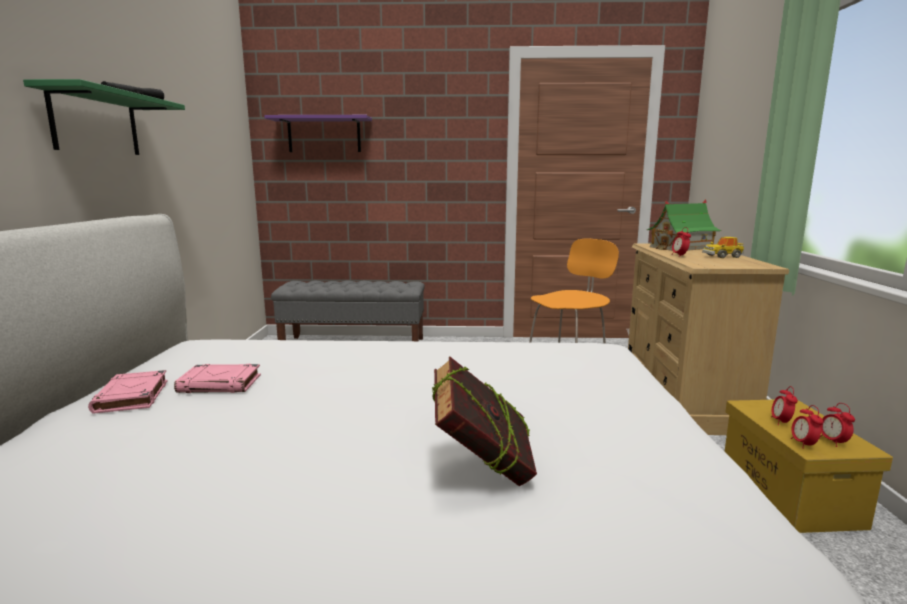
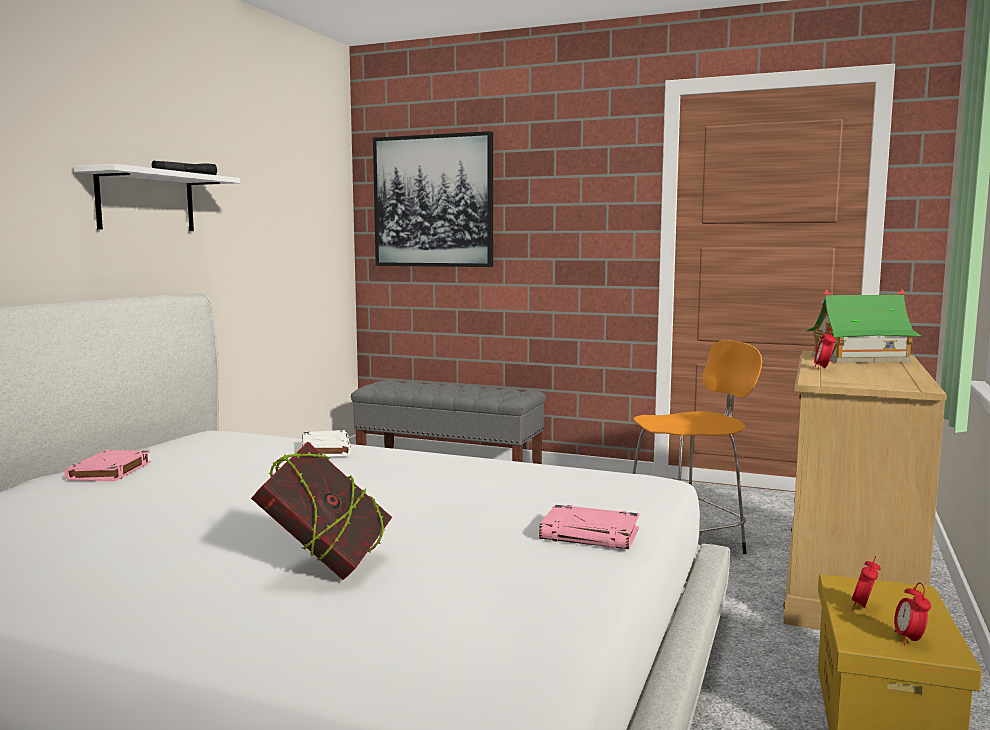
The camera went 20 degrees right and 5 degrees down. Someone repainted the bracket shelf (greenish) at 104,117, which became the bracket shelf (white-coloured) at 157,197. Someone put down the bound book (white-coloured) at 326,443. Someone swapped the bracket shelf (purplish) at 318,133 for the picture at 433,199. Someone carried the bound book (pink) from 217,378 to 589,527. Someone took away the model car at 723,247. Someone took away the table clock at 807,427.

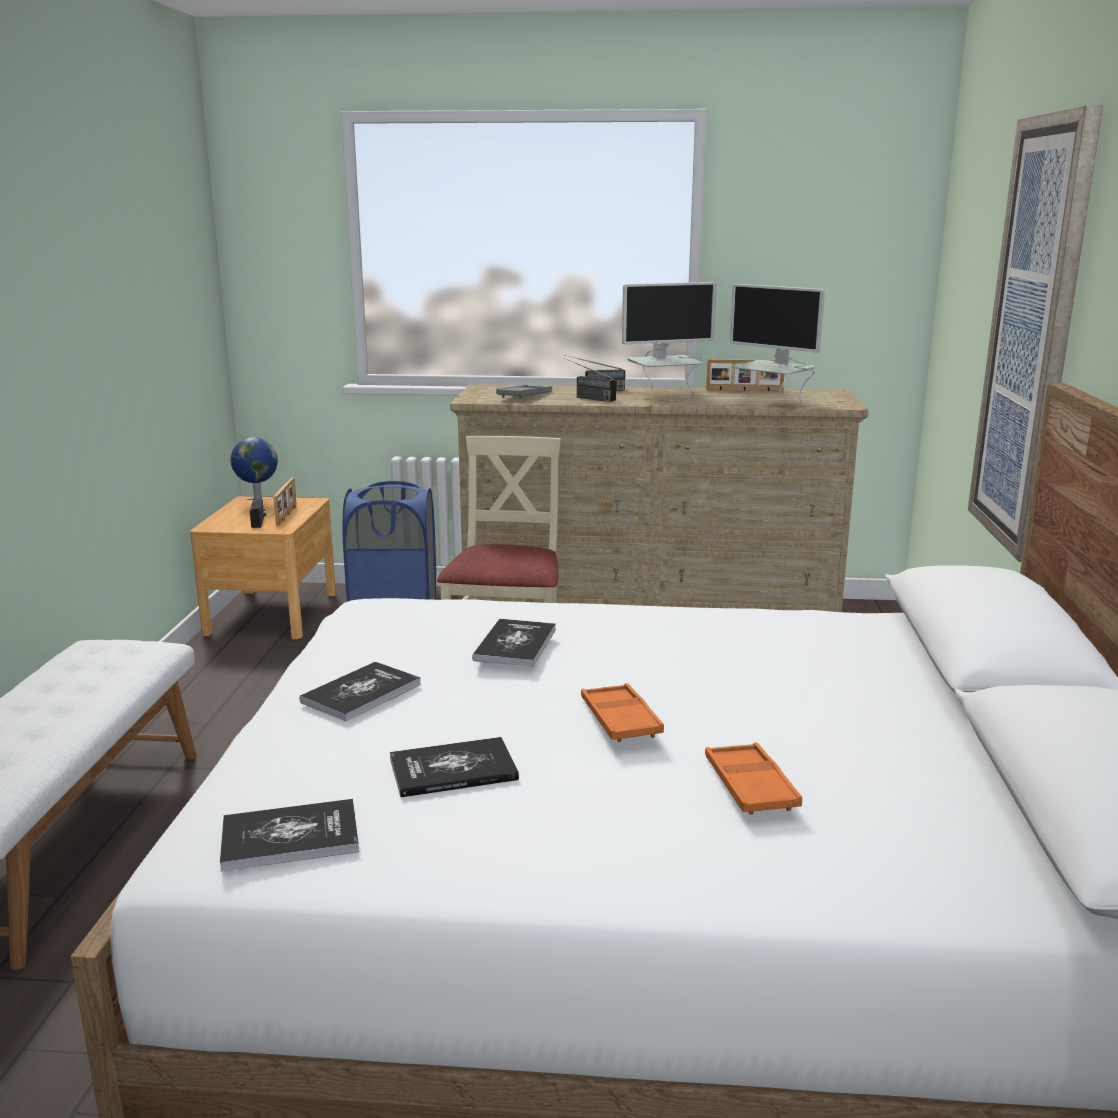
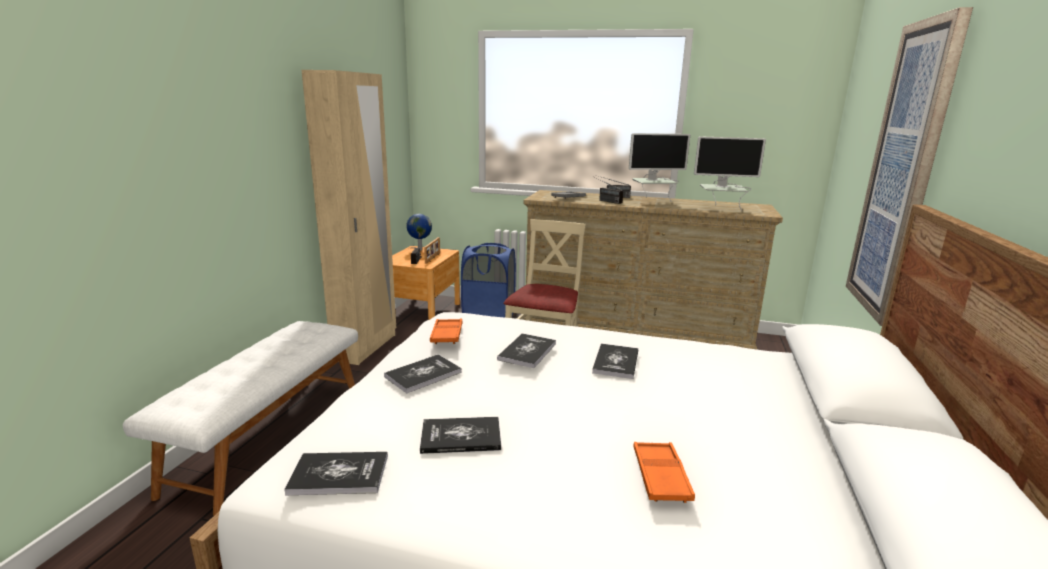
The camera went 10 degrees right and 0 degrees up. Someone put down the wardrobe (beige) at 348,217. Someone carried the tray (orange-coloured) from 622,712 to 446,331. Someone put down the bound book at 615,361. Someone rotated the computer display at 777,345 by 45 degrees counterclockwise. Someone took away the picture frame at 745,375.

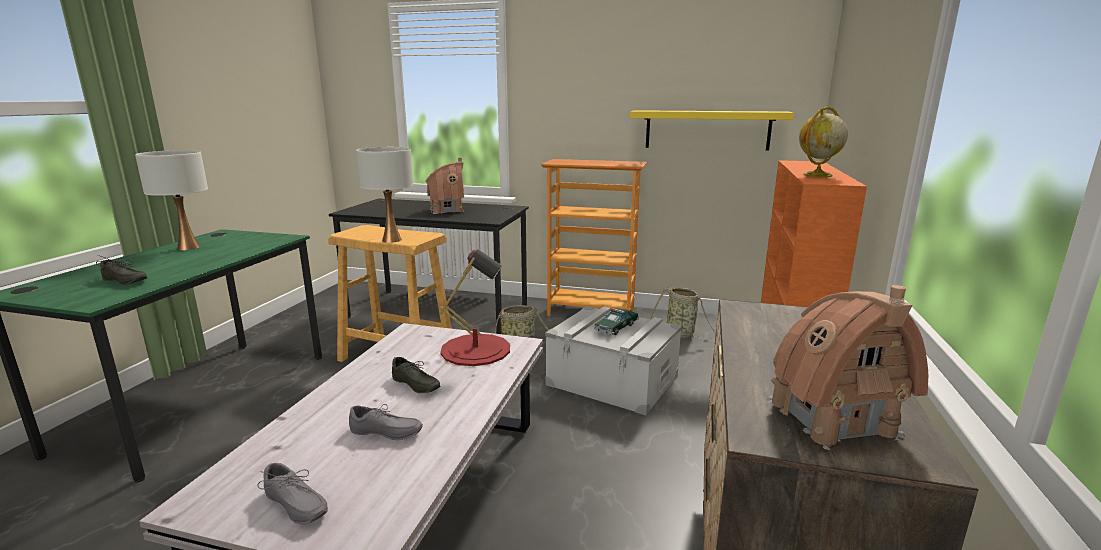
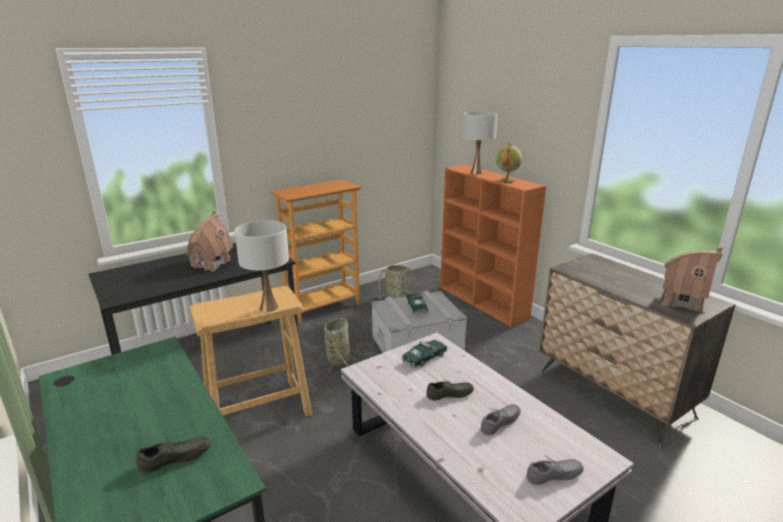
The camera went 50 degrees left and 5 degrees up. Someone swapped the lamp for a table (red-coloured) at 475,307 for the model car at 424,353. Someone carried the lamp for a table (white-coloured) from 171,200 to 480,142. Someone took away the bracket shelf (yellow) at 711,130.

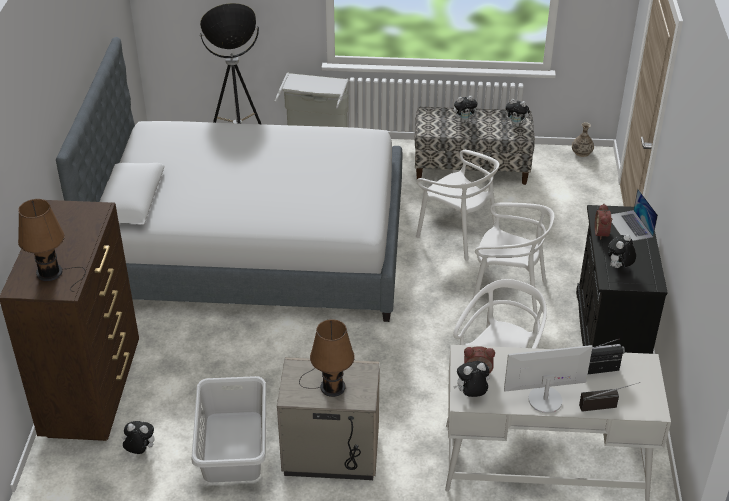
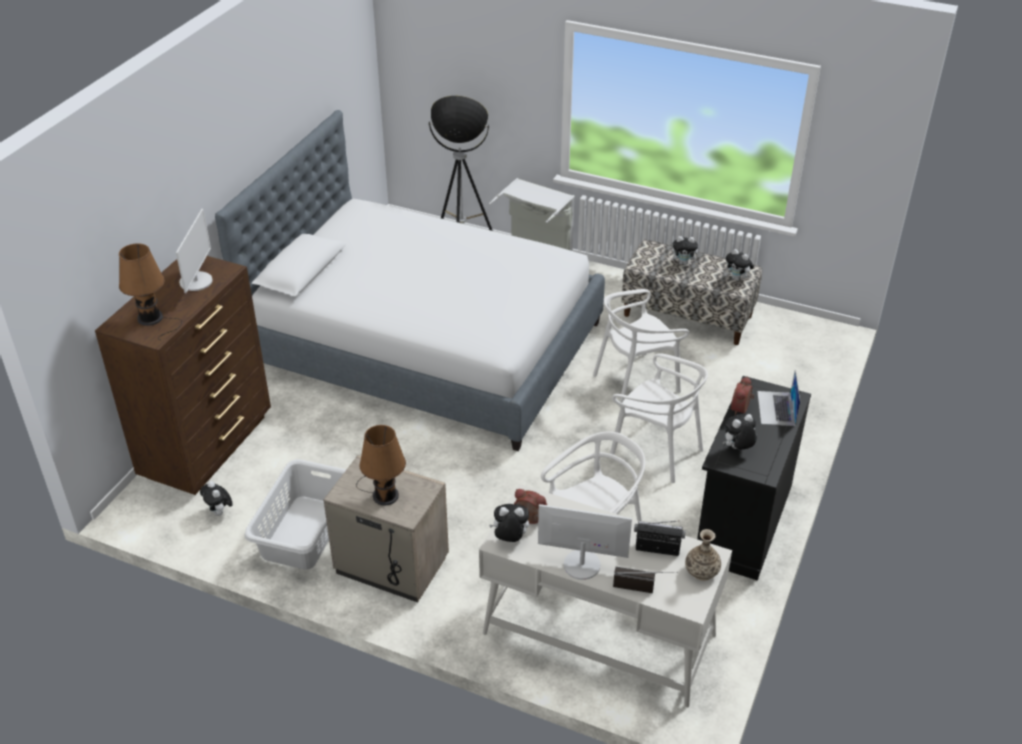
The camera went 20 degrees right and 0 degrees up. Someone put down the computer display at 194,251. Someone rotated the soft toy at 138,437 by 150 degrees counterclockwise. Someone rotated the chair (white-coloured) at 457,205 by 90 degrees clockwise. Someone carried the vase from 583,139 to 703,555.

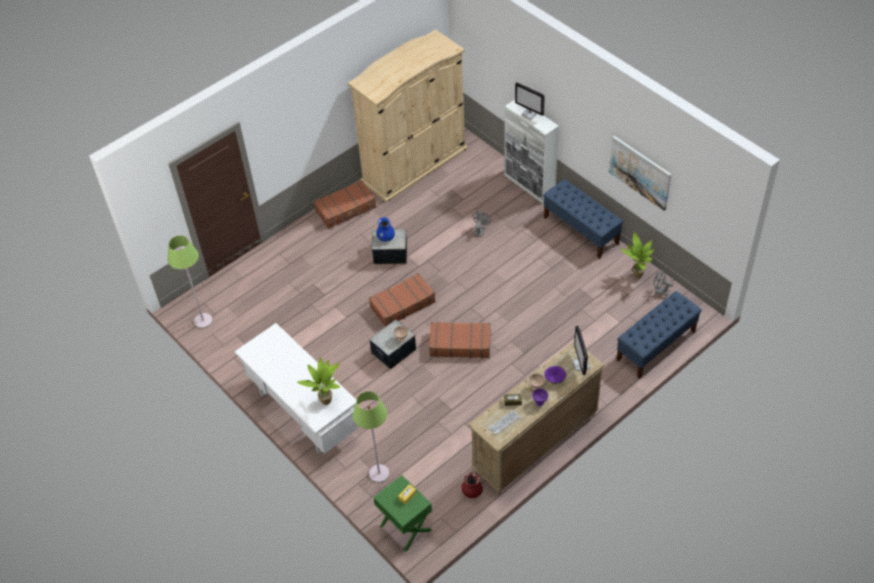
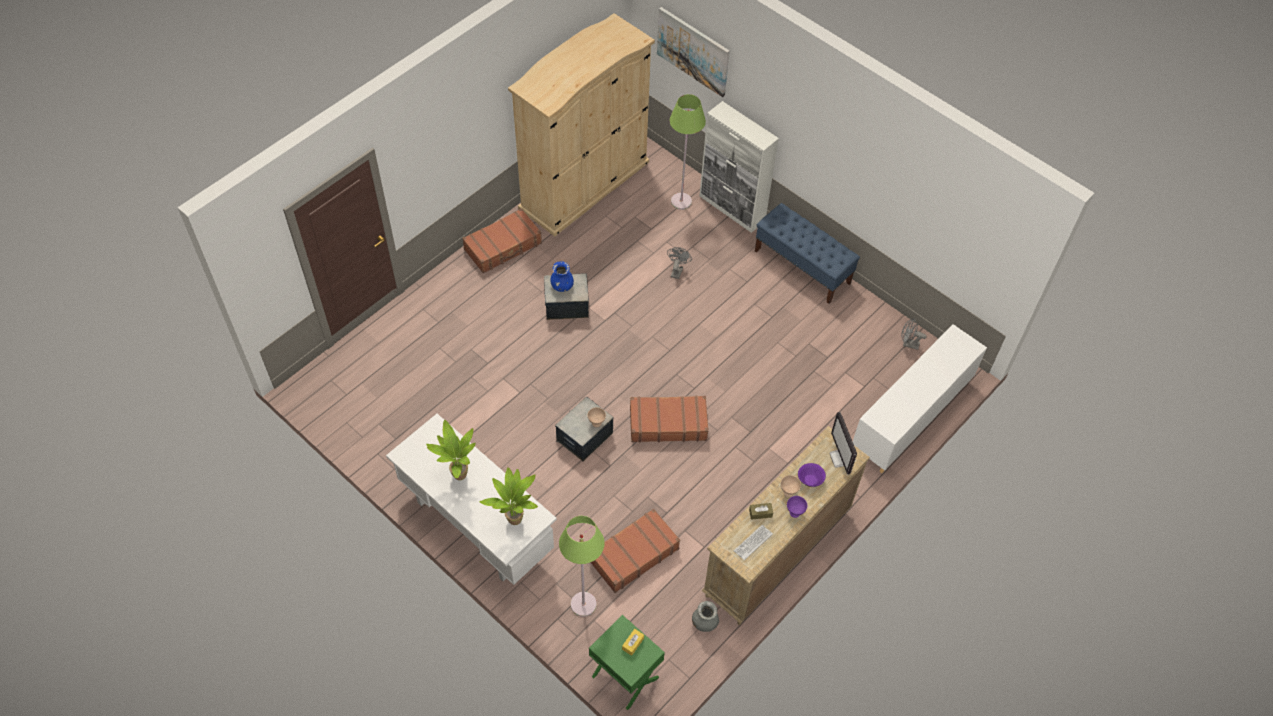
The camera went 10 degrees left and 5 degrees up. Someone carried the potted plant from 637,255 to 451,450. Someone carried the piece of luggage (brown-coloured) from 402,300 to 635,550. Someone carried the picture from 640,173 to 693,52. Someone carried the standard lamp (greenish) from 190,281 to 688,152. Someone repainted the vase (red-coloured) at 472,485, which became the vase (greyish) at 705,616. Someone swapped the bench (blue) at 659,335 for the storage cabinet (white-coloured) at 920,398. Someone took away the computer display at 530,101.

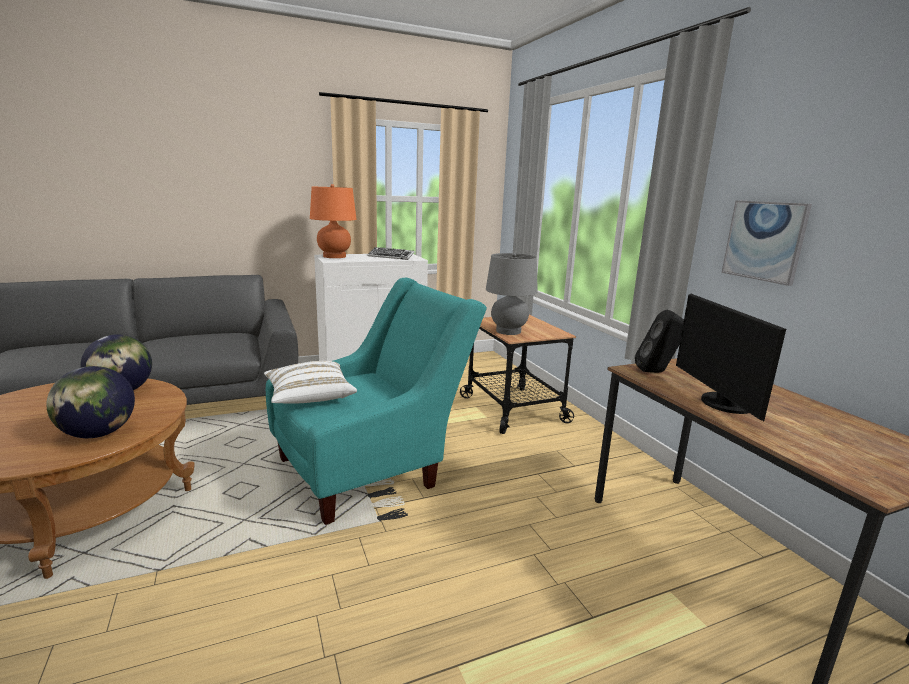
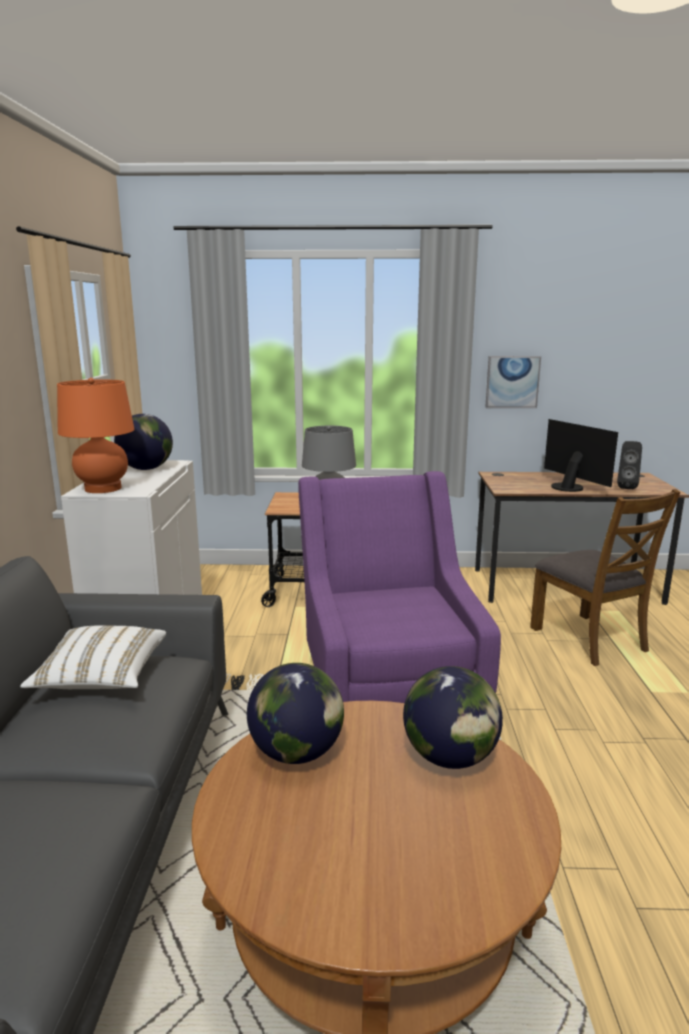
The camera went 65 degrees left and 0 degrees up. Someone carried the throw pillow (white-coloured) from 310,382 to 93,657. Someone swapped the PC keyboard at 391,253 for the globe at 143,442. Someone repainted the armchair (turquoise-coloured) at 376,401, which became the armchair (purplish) at 399,587. Someone put down the chair (brown-coloured) at 605,577. Someone rotated the computer display at 731,357 by 135 degrees counterclockwise. Someone carried the speaker (blackish) from 659,341 to 629,465.

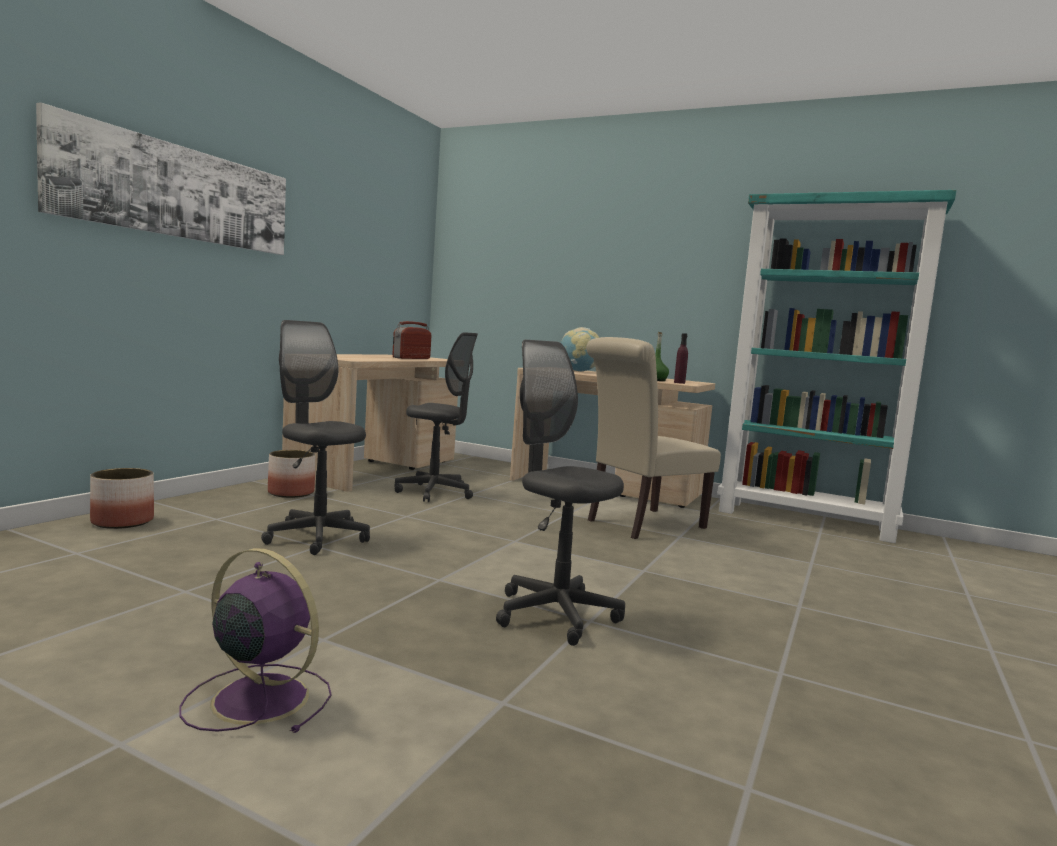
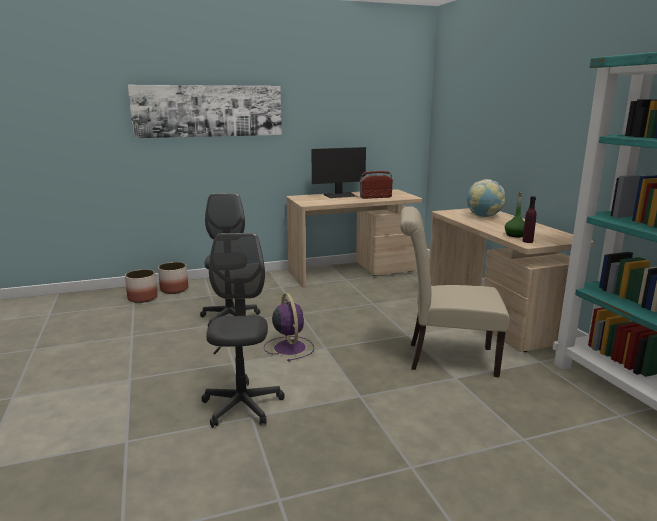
The camera went 45 degrees right and 10 degrees up. Someone carried the plant pot from 291,474 to 141,286. Someone carried the fan (purplish) from 256,640 to 289,327. Someone put down the computer display at 338,172. Someone took away the computer chair (greyish) at 436,417.

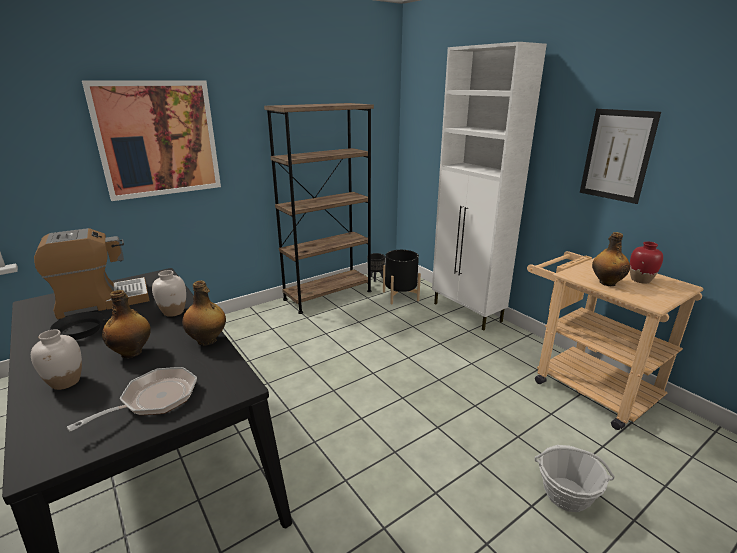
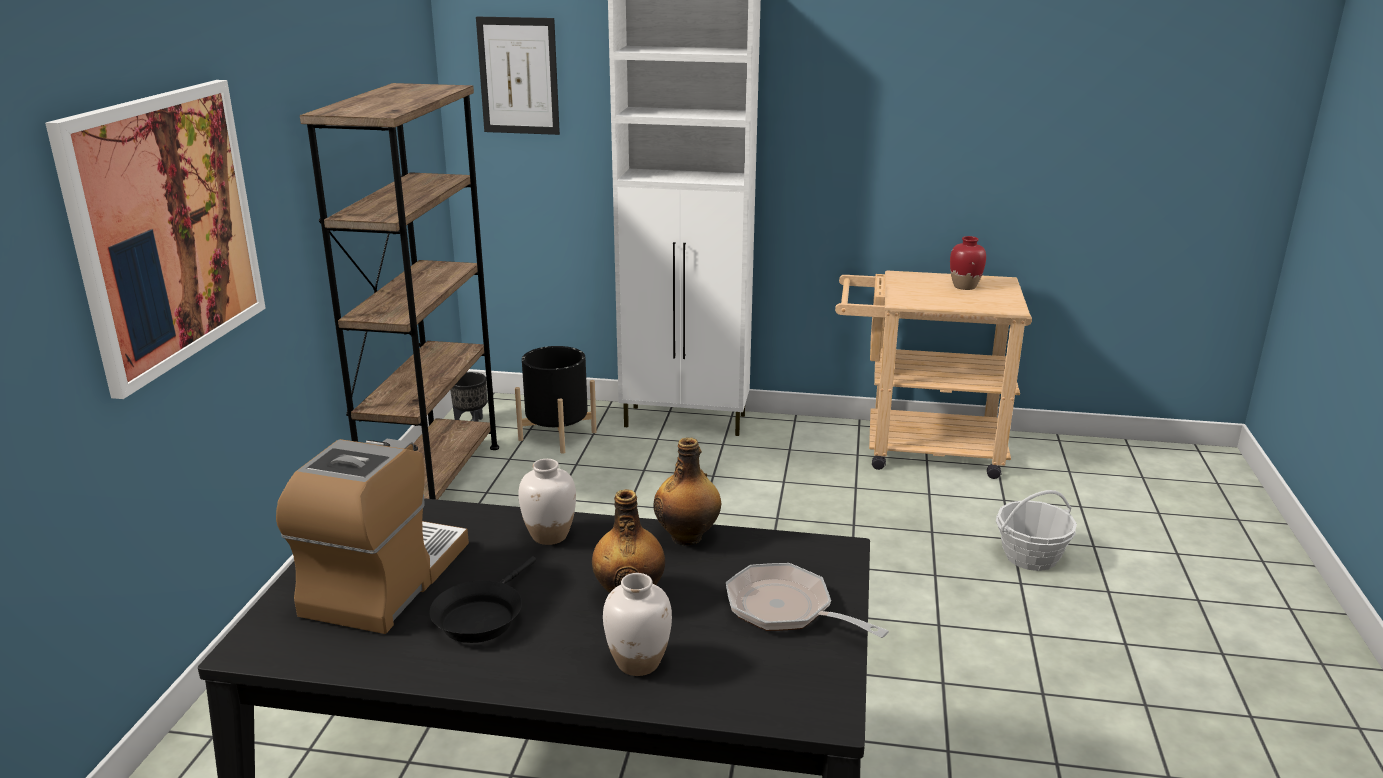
The camera went 45 degrees left and 0 degrees up. Someone carried the picture from 620,156 to 518,76. Someone rotated the frying pan at 132,399 by 45 degrees counterclockwise. Someone took away the beverage bottle at 611,259.

